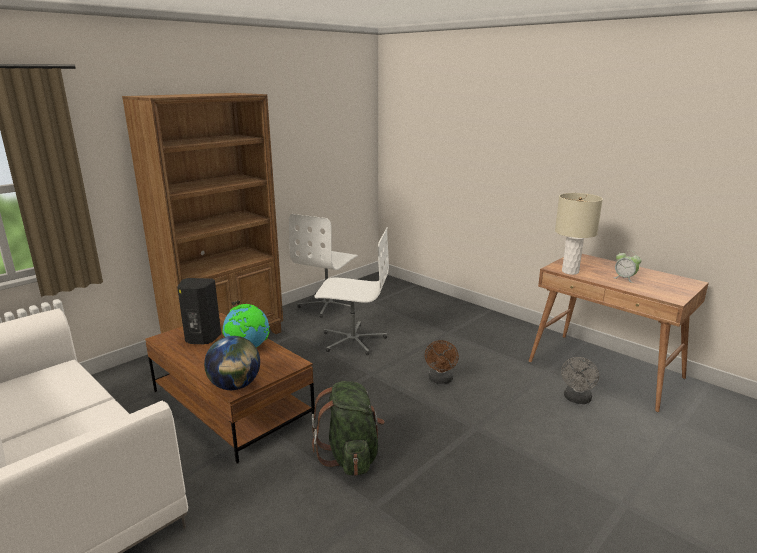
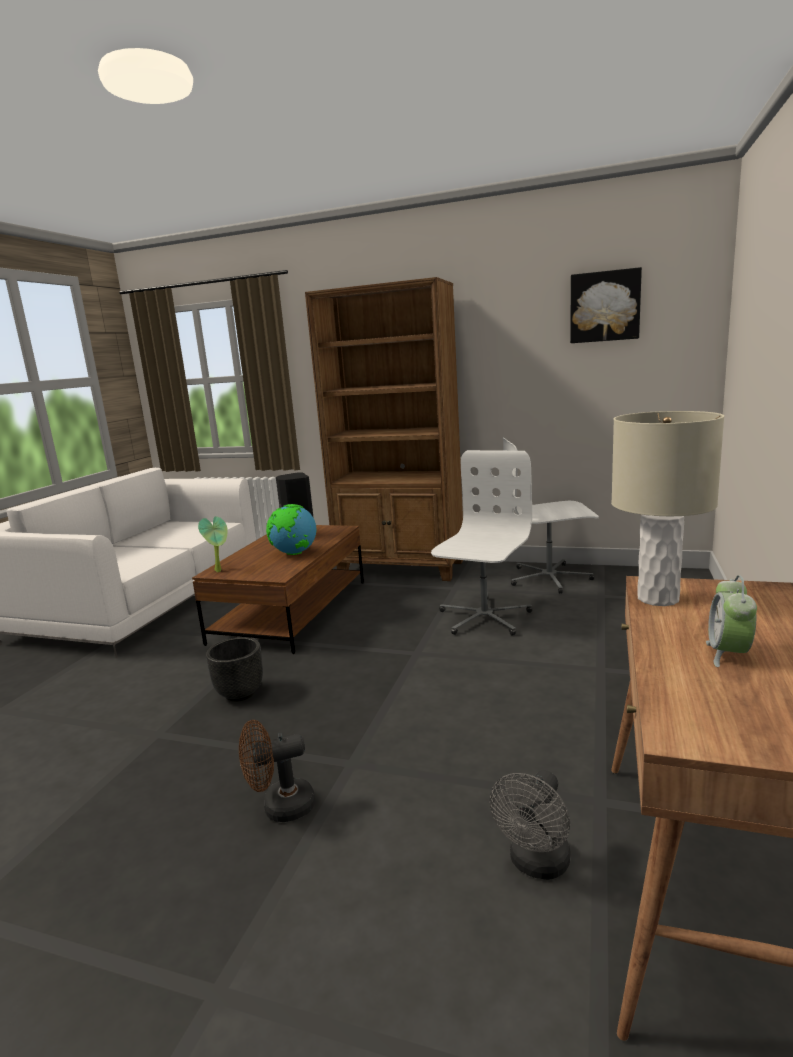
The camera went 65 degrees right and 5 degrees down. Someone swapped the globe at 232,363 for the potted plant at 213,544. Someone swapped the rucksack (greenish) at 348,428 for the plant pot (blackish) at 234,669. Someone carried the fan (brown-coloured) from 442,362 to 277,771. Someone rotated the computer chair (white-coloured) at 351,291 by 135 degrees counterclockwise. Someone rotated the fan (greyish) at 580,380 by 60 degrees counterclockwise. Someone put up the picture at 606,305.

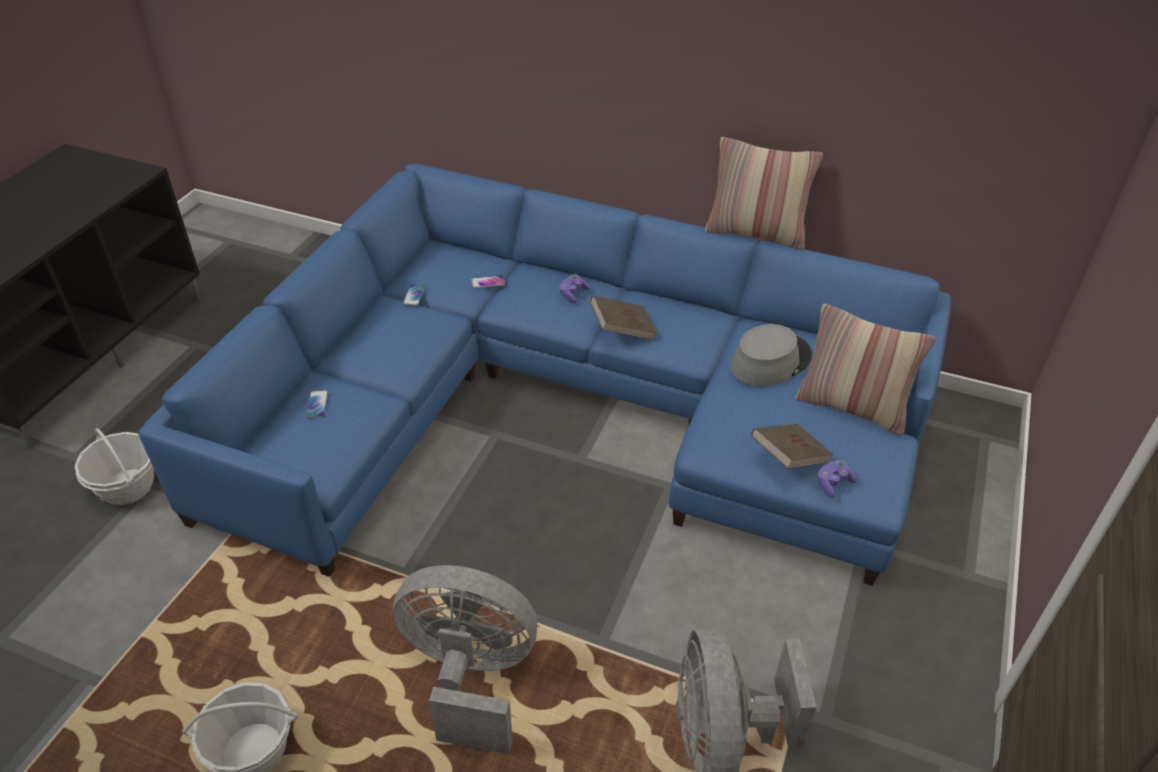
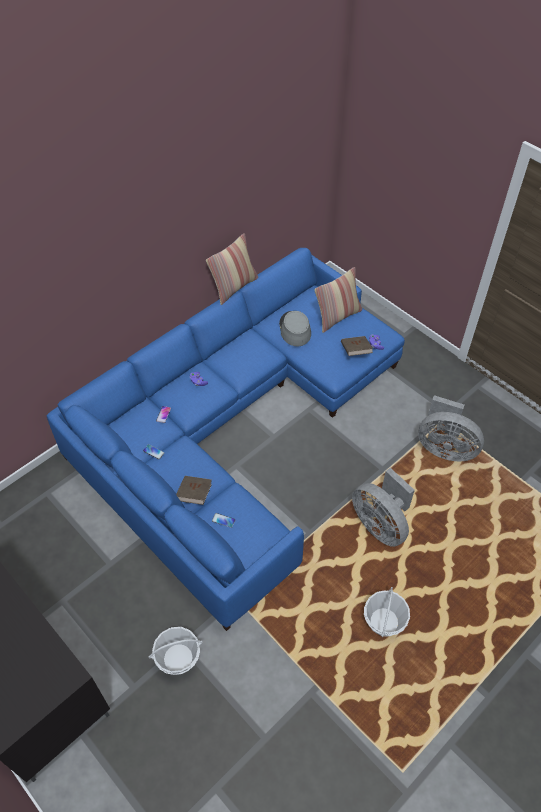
The camera went 65 degrees left and 10 degrees up. Someone carried the bound book (brown-coloured) from 623,317 to 194,490. Someone rotated the fan (greyish) at 465,659 by 75 degrees counterclockwise.

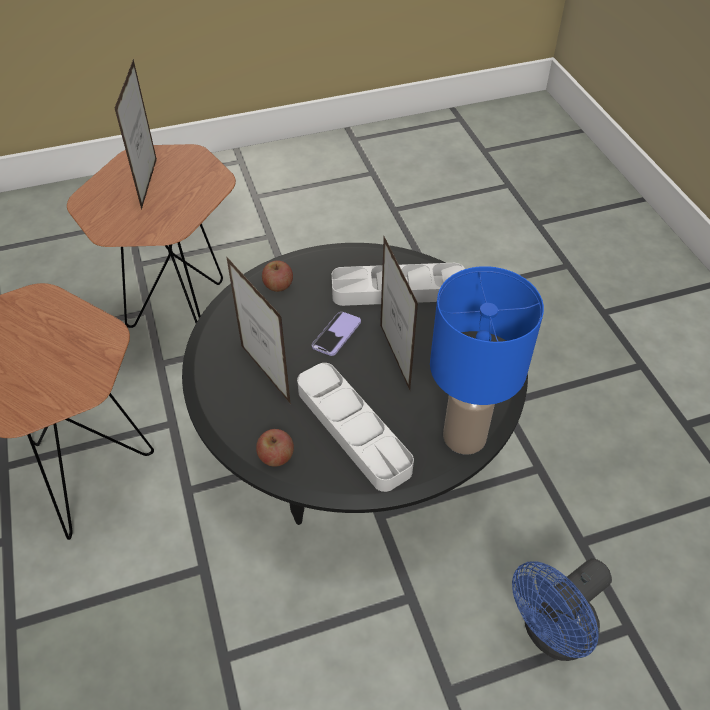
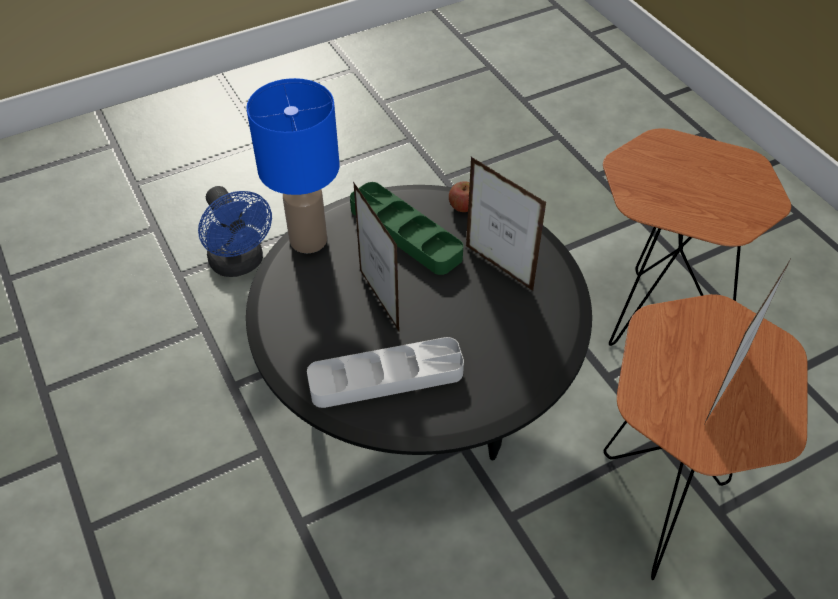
The camera went 170 degrees right and 0 degrees up. Someone rotated the fan (blue) at 562,609 by 105 degrees clockwise. Someone repainted the tray (greyish) at 355,427, which became the tray (greenish) at 406,228. Someone rotated the picture frame at 136,134 by 45 degrees clockwise. Someone took away the whole apple at 277,276. Someone took away the telephone at 336,334.

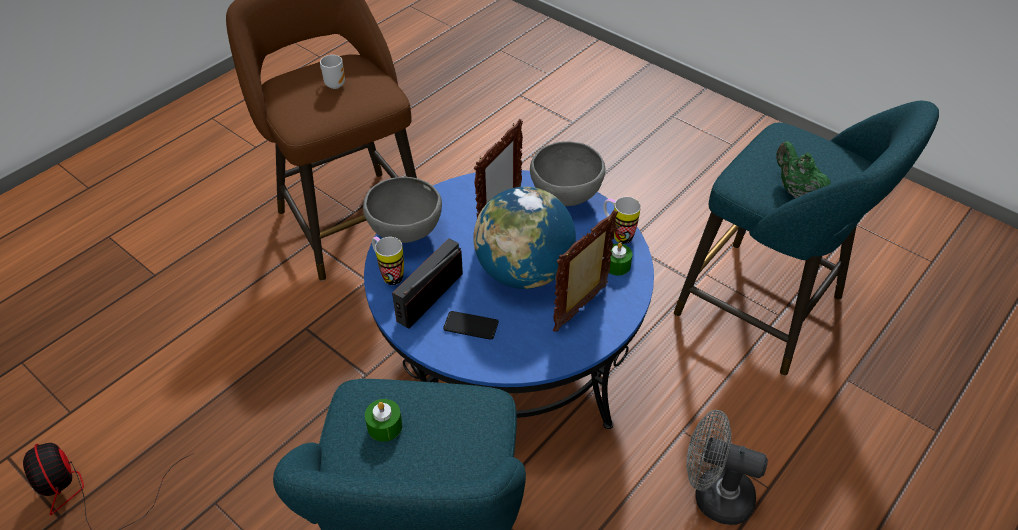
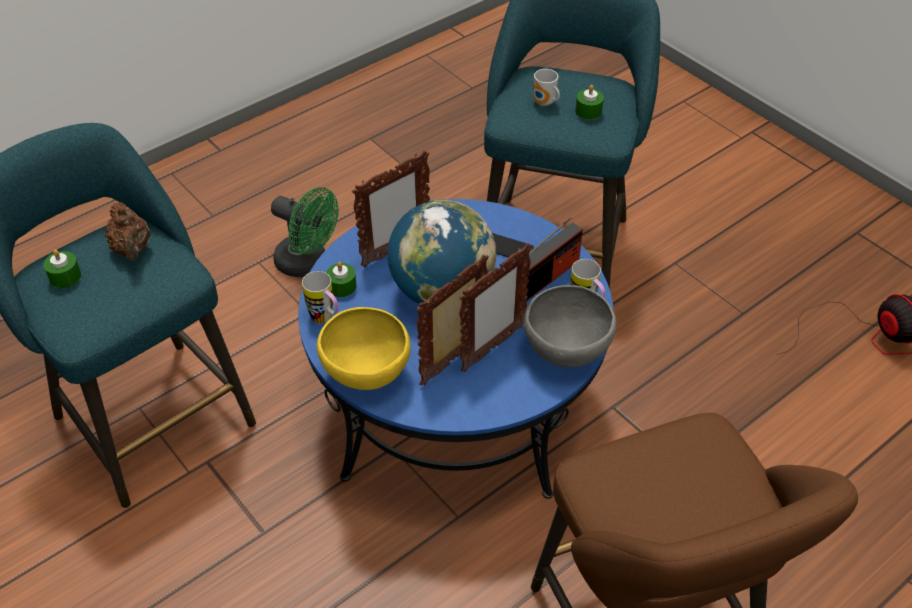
The camera went 170 degrees left and 0 degrees up. Someone put down the candle (greenish) at 62,268. Someone repainted the pot for tea (greenish) at 804,169, which became the pot for tea (brown-coloured) at 127,231. Someone repainted the fan (greyish) at 727,467, which became the fan (greenish) at 305,232. Someone repainted the deep dish (greyish) at 568,173, which became the deep dish (yellow) at 364,348. Someone put down the picture frame at 495,307. Someone carried the tea mug from 332,72 to 546,87.

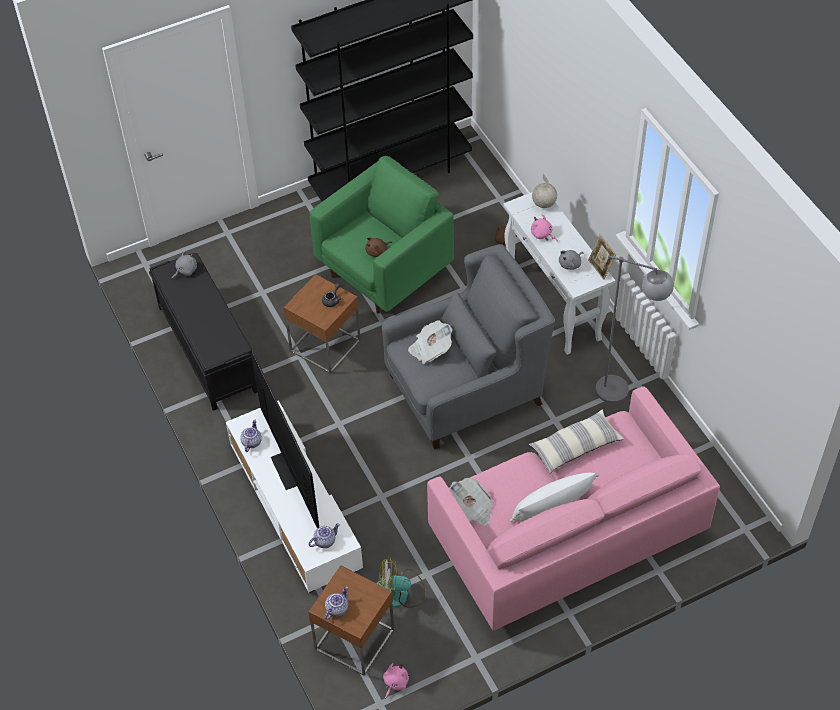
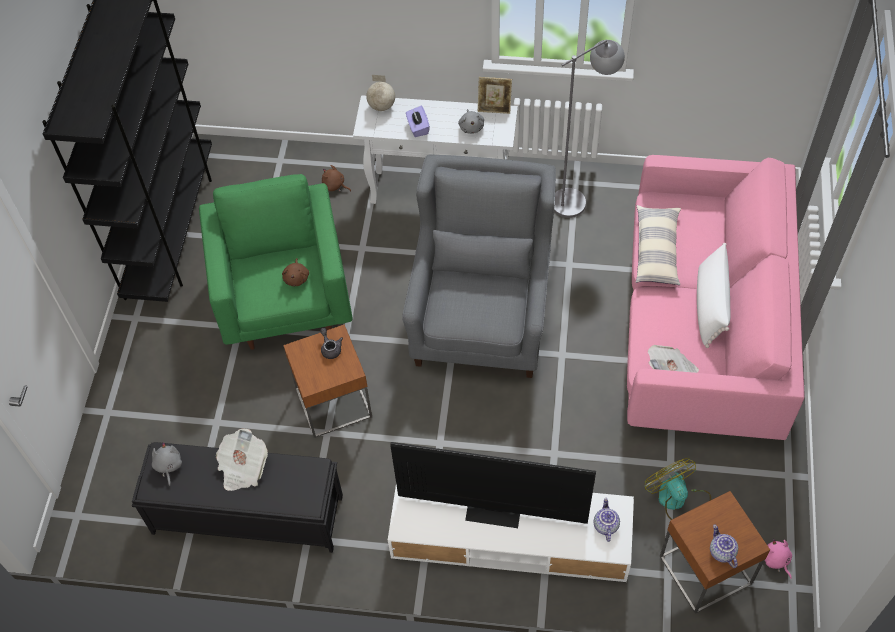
The camera went 55 degrees left and 5 degrees up. Someone carried the daily paper from 430,342 to 242,460. Someone swapped the soft toy (pink) at 544,228 for the tissue holder (purplish) at 418,121. Someone rotated the fan at 401,582 by 120 degrees clockwise. Someone took away the pot for tea at 251,436.

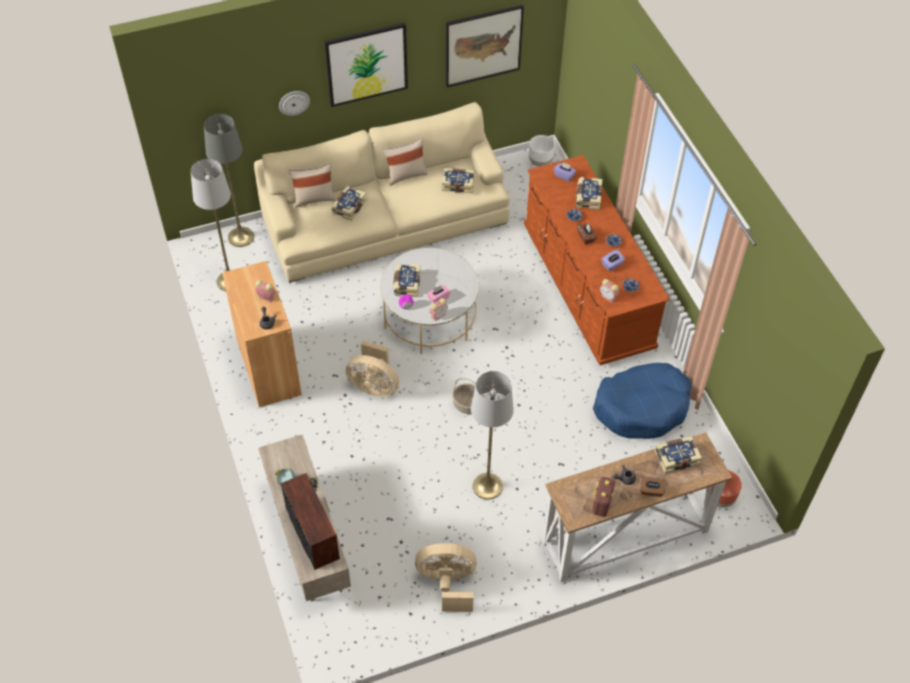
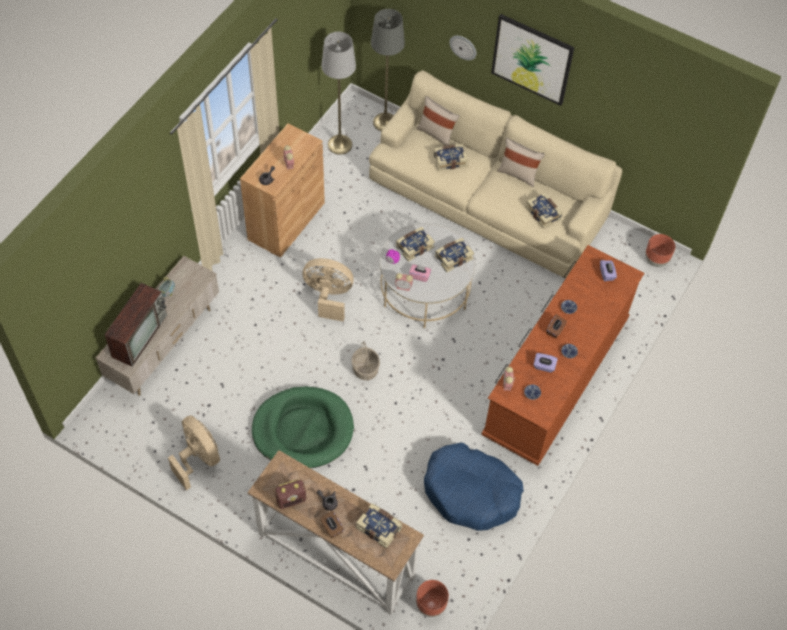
The camera went 50 degrees right and 5 degrees up. Someone swapped the standard lamp (greyish) at 492,435 for the dog cushion (greenish) at 303,427. Someone rotated the fan (beige) at 372,368 by 120 degrees clockwise. Someone carried the bound book from 589,193 to 454,255. Someone repainted the plant pot (white-coloured) at 542,151, which became the plant pot (brown-coloured) at 660,250. Someone took away the picture at 485,46.

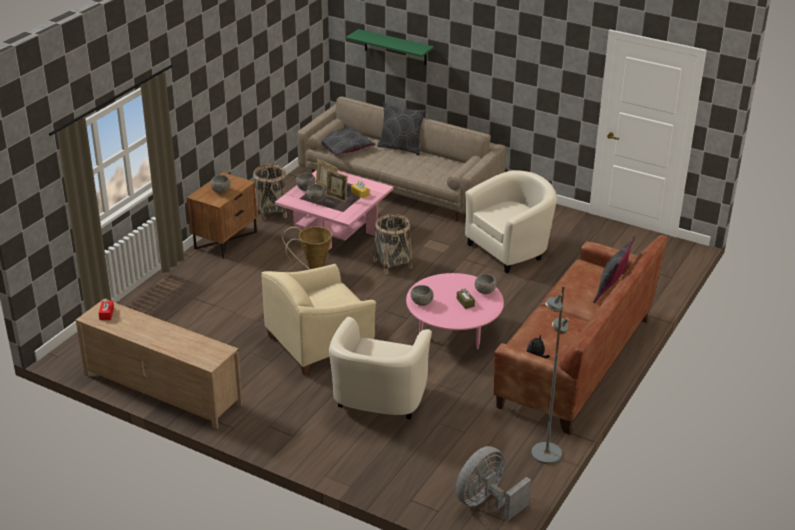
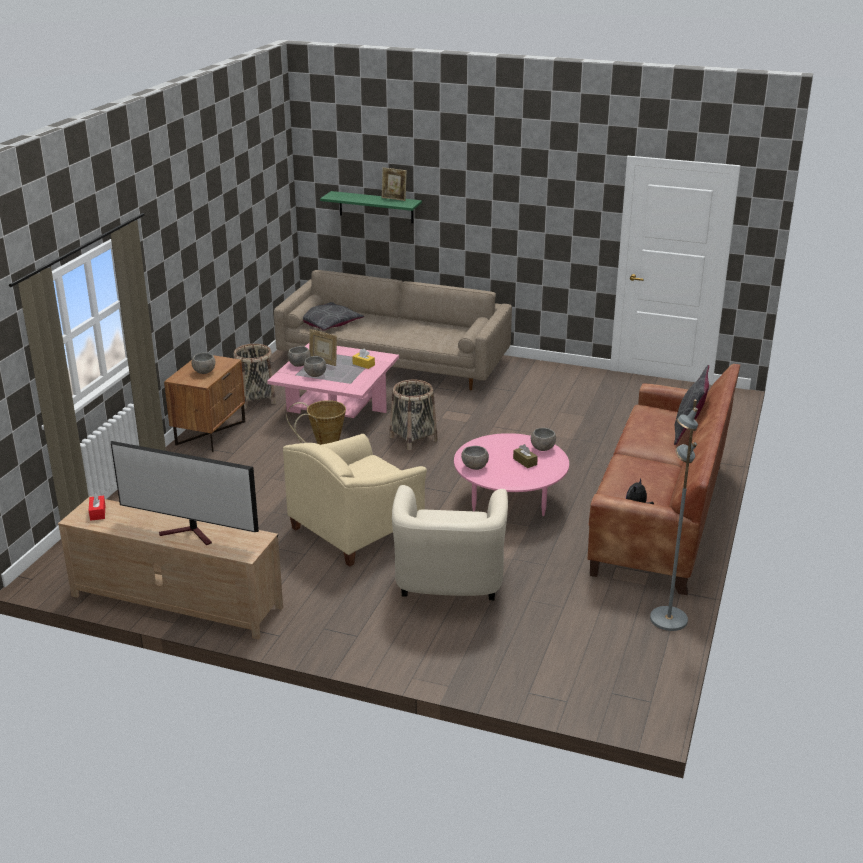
The camera went 10 degrees left and 5 degrees down. Someone put down the TV set at 185,493. Someone carried the picture frame from 337,185 to 394,184. Someone took away the throw pillow (greyish) at 401,128. Someone took away the fan (greyish) at 493,483. Someone took away the armchair (beige) at 511,221.

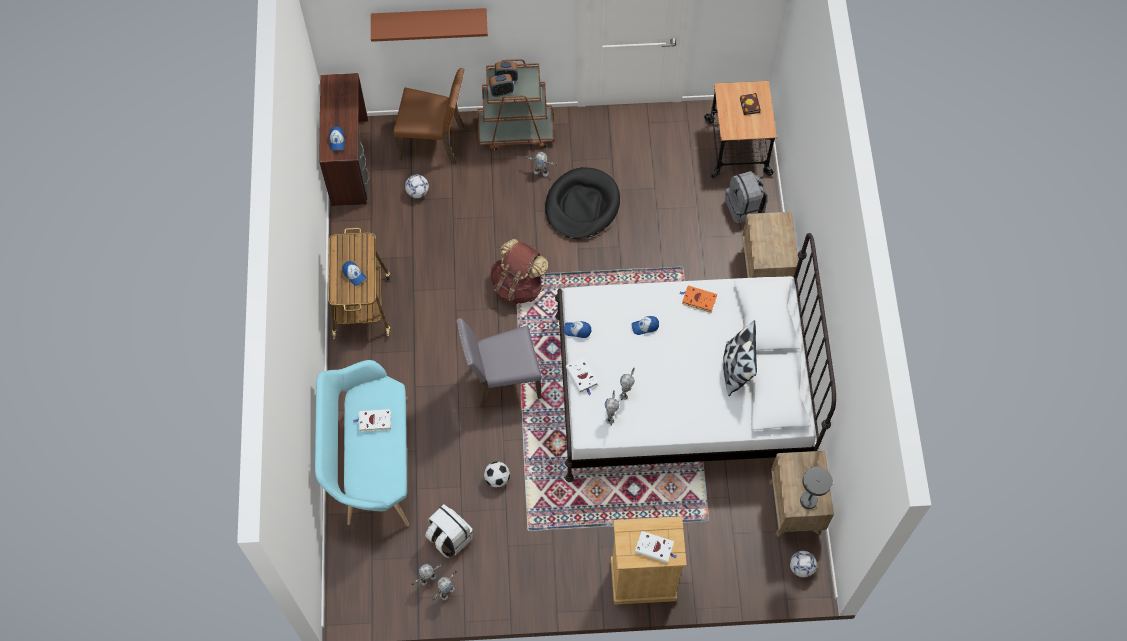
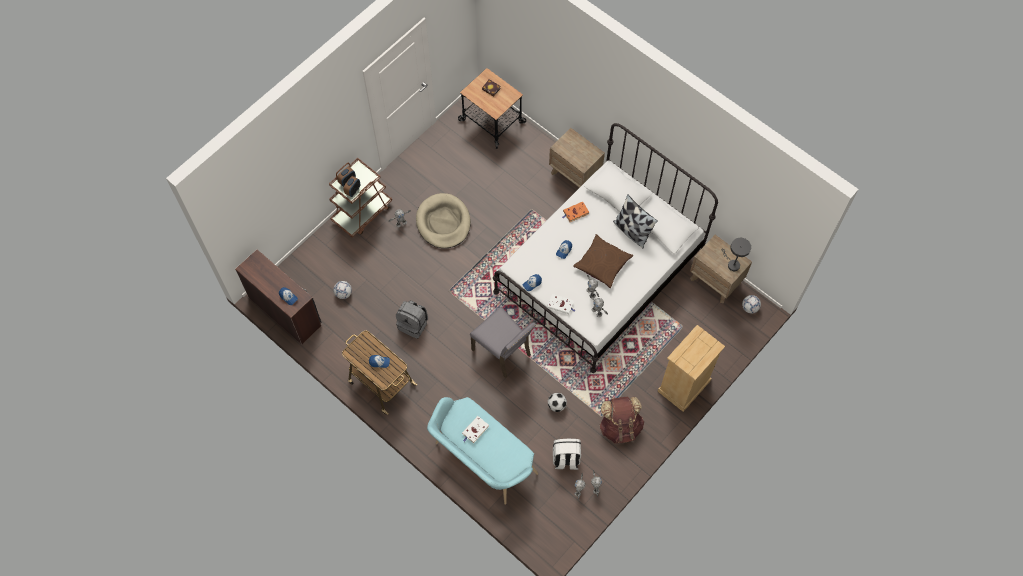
The camera went 45 degrees left and 0 degrees up. Someone carried the rucksack (greyish) from 746,197 to 412,319. Someone repainted the dog cushion (blackish) at 582,203, which became the dog cushion (beige) at 443,220. Someone rotated the chair (greyish) at 499,363 by 75 degrees counterclockwise. Someone put down the throw pillow (brown-coloured) at 603,261. Someone carried the rucksack (brown-coloured) from 519,272 to 621,420. Someone took away the bracket shelf (brown-coloured) at 429,25. Someone took away the chair (brown-coloured) at 429,116. Someone took away the bound book (white-coloured) at 655,547.

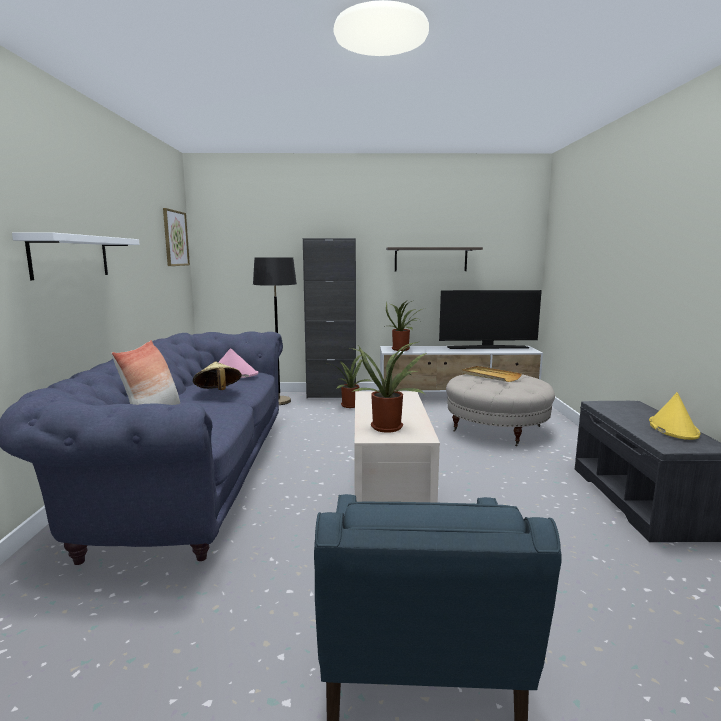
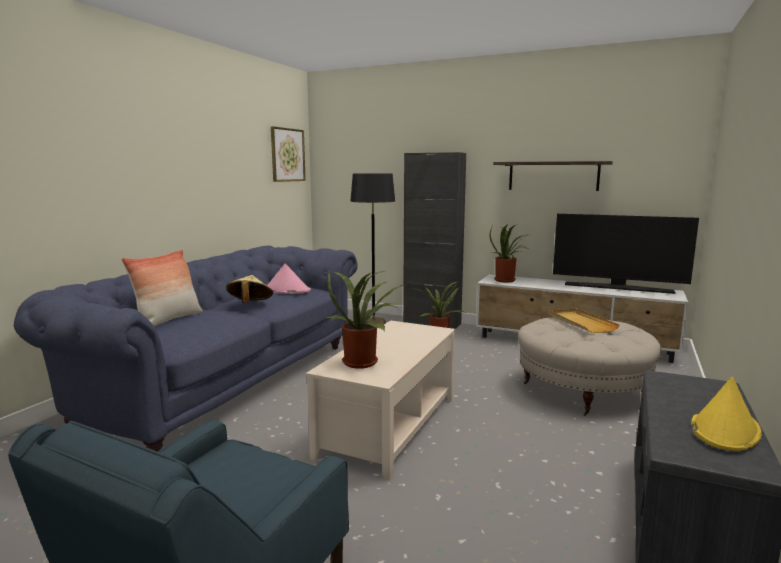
The camera went 25 degrees right and 0 degrees up. Someone took away the bracket shelf (white-coloured) at 76,256.

